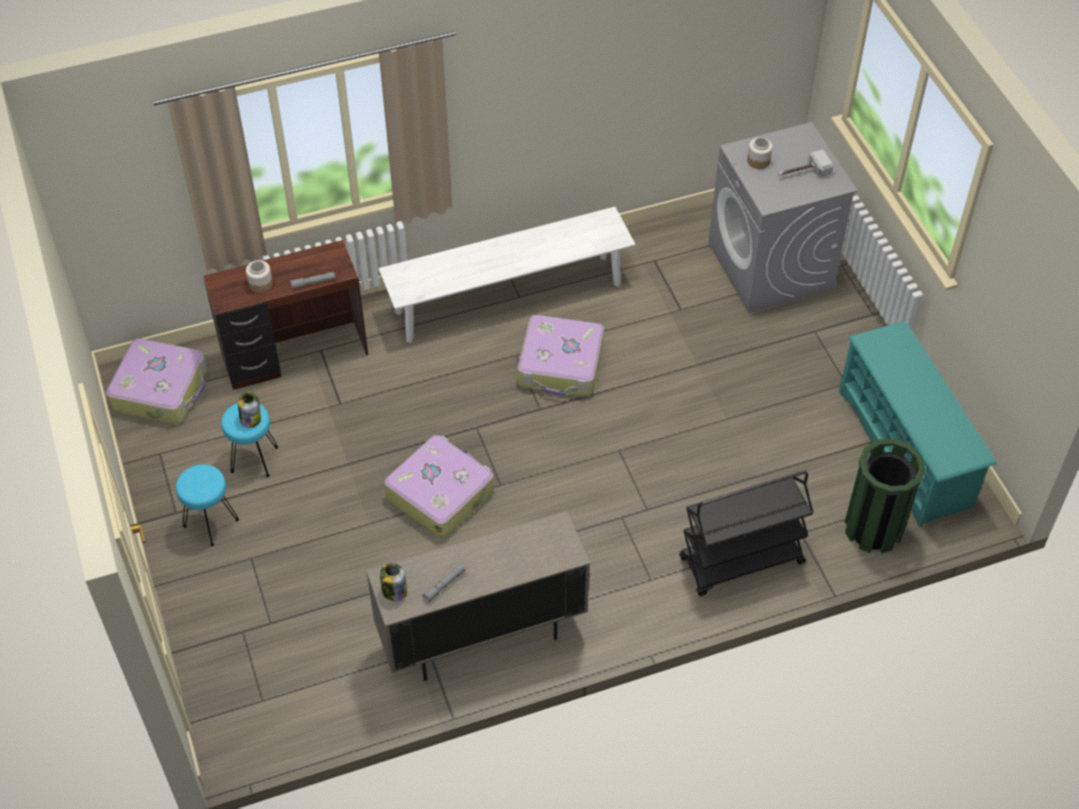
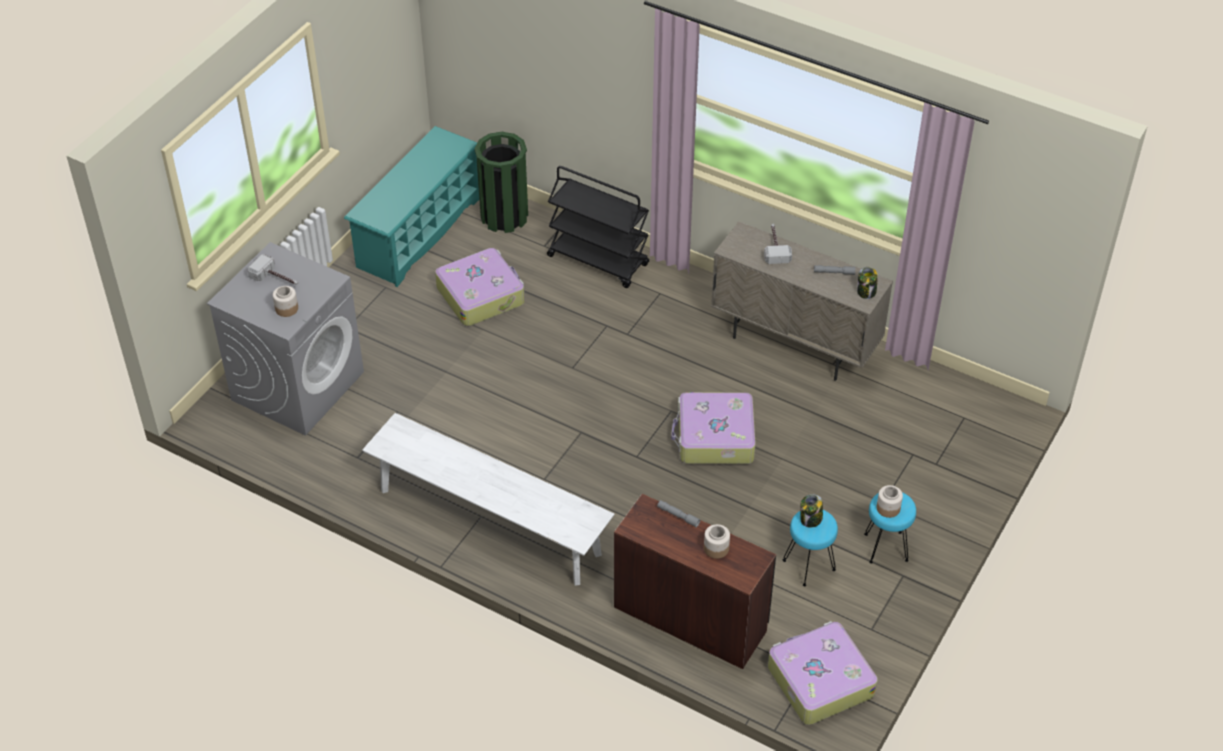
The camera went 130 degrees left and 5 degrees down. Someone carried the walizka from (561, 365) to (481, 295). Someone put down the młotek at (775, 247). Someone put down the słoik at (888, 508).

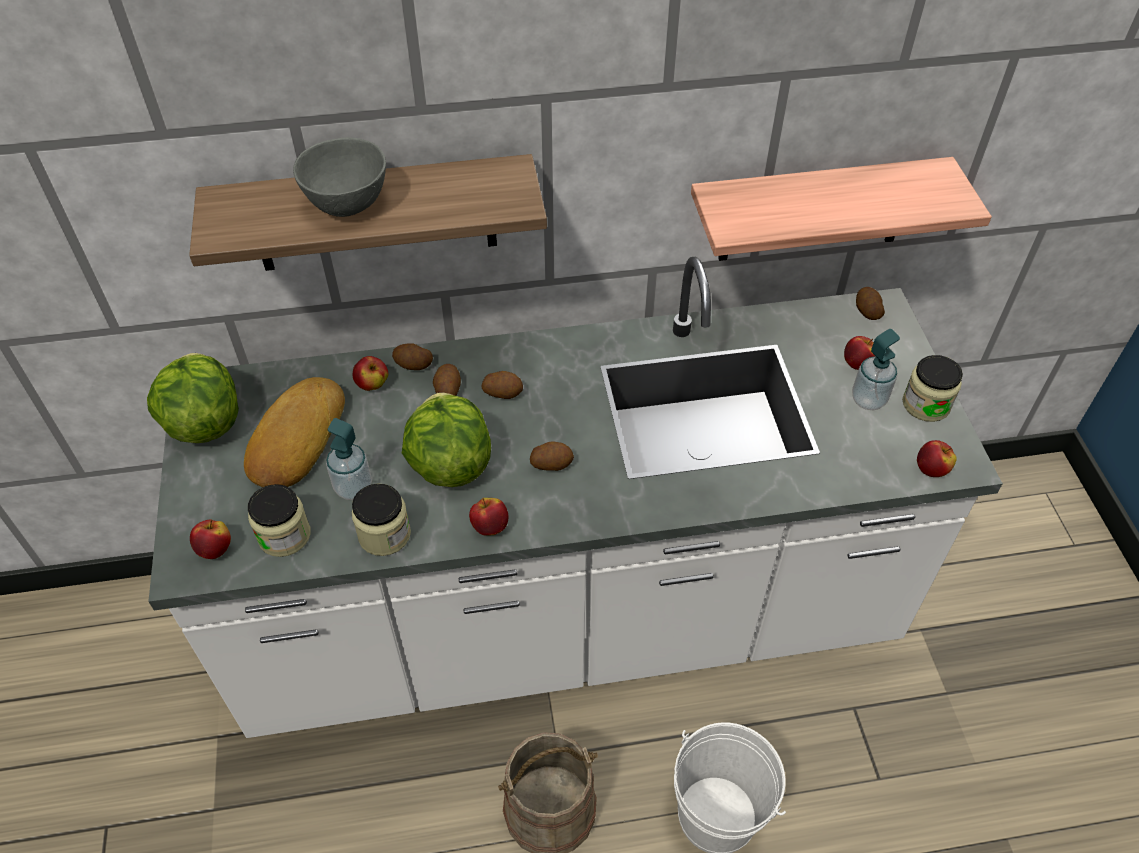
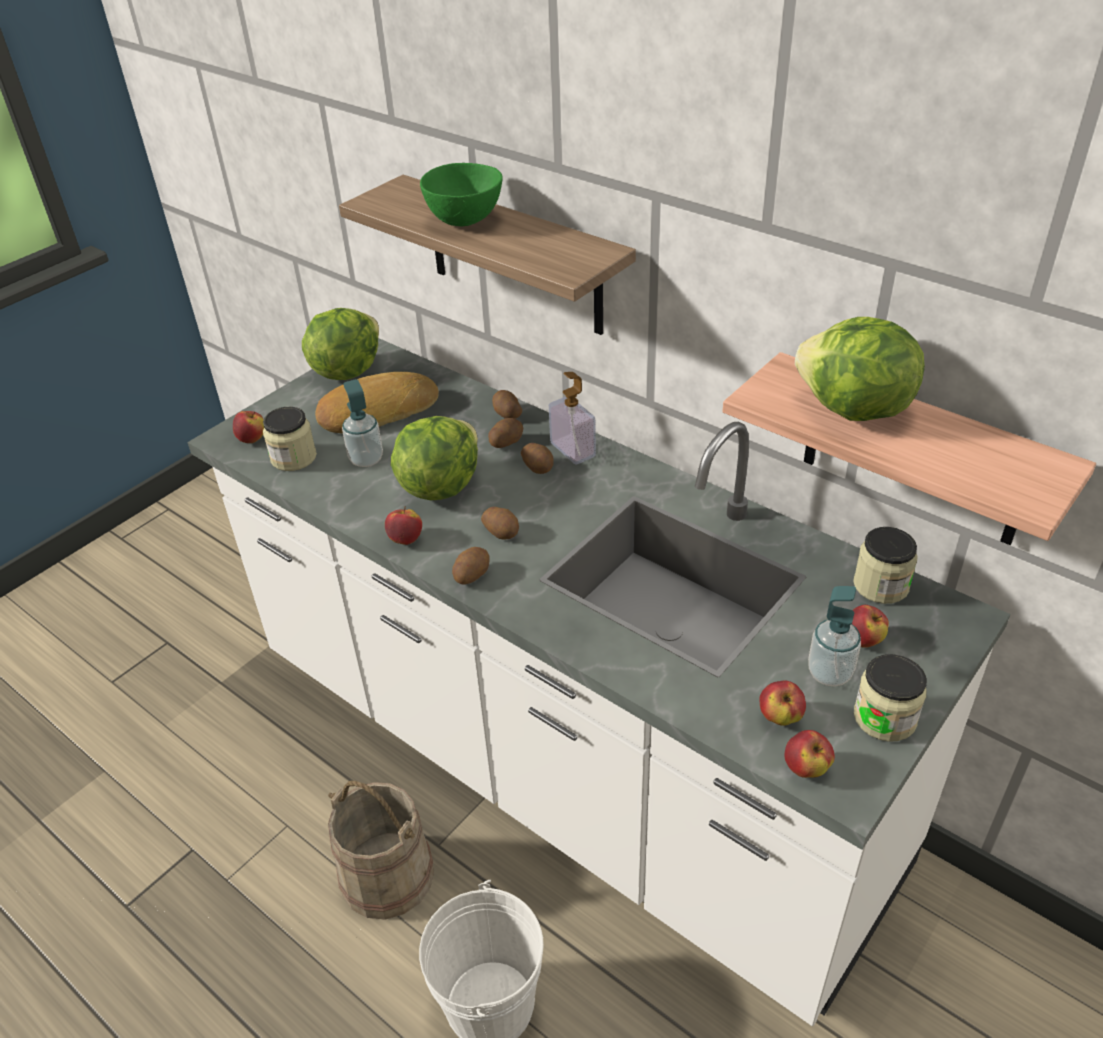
The camera went 50 degrees right and 10 degrees down. Someone repainted the miska/szary at (348, 203), which became the miska/zielony at (466, 220). Someone carried the ziemniak from (866, 311) to (471, 574). Someone carried the jabłko from (372, 385) to (780, 717). Someone carried the słoik from (384, 534) to (881, 585). Someone put down the sałata at (853, 410). Someone put down the dozownik mydła at (572, 450).

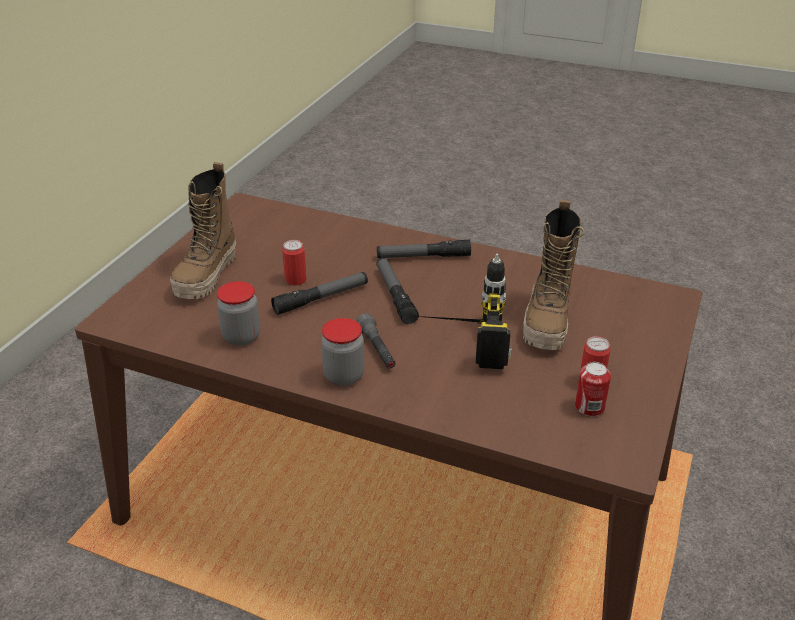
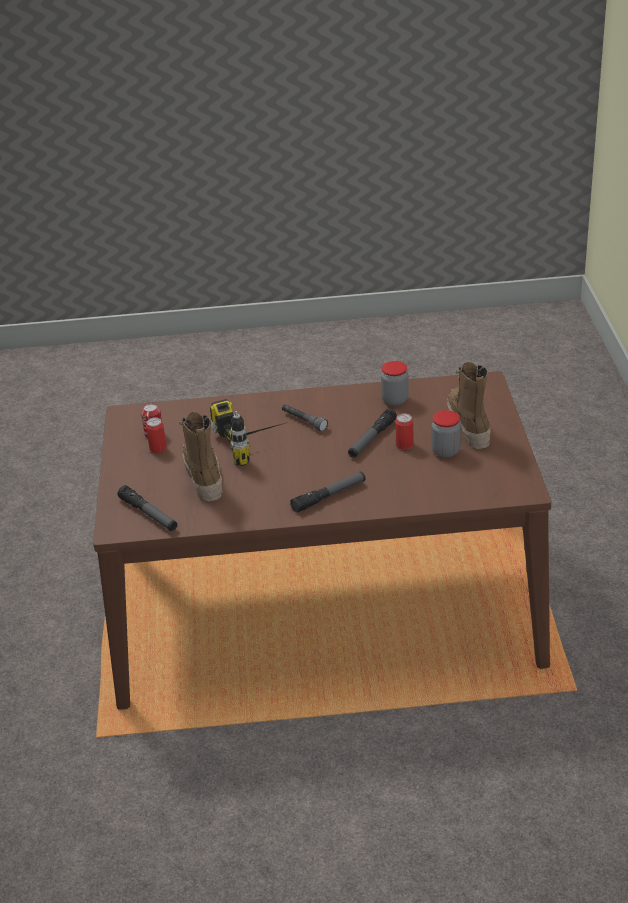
The camera went 155 degrees right and 0 degrees up. Someone carried the latarka from (395, 295) to (148, 514). Someone carried the słoik from (344, 376) to (446, 451).

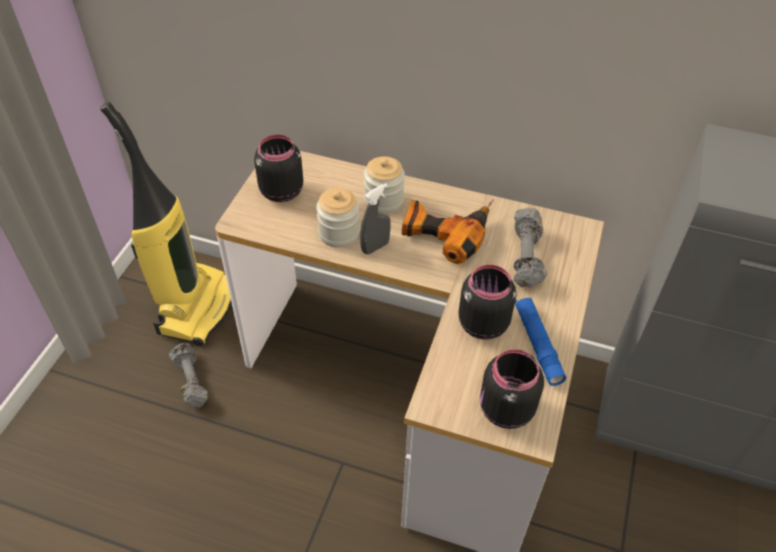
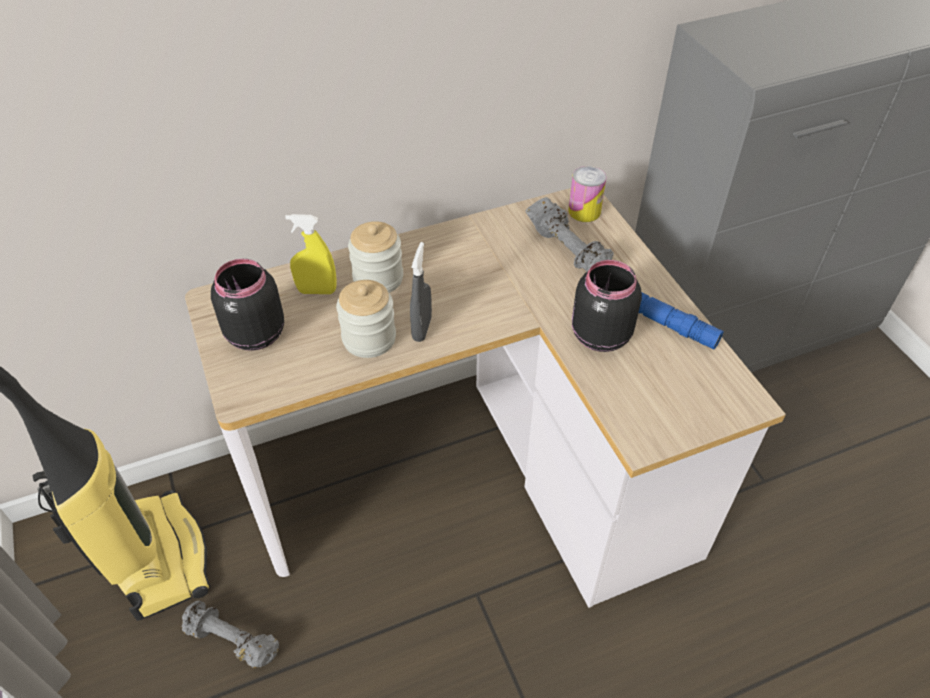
The camera went 40 degrees left and 0 degrees up. Someone took away the wiertarka at (445, 231). Someone took away the słoik/czarny at (504, 410). Someone put down the puszka at (584, 211). Someone put down the spryskiwacz/żółty at (317, 291).

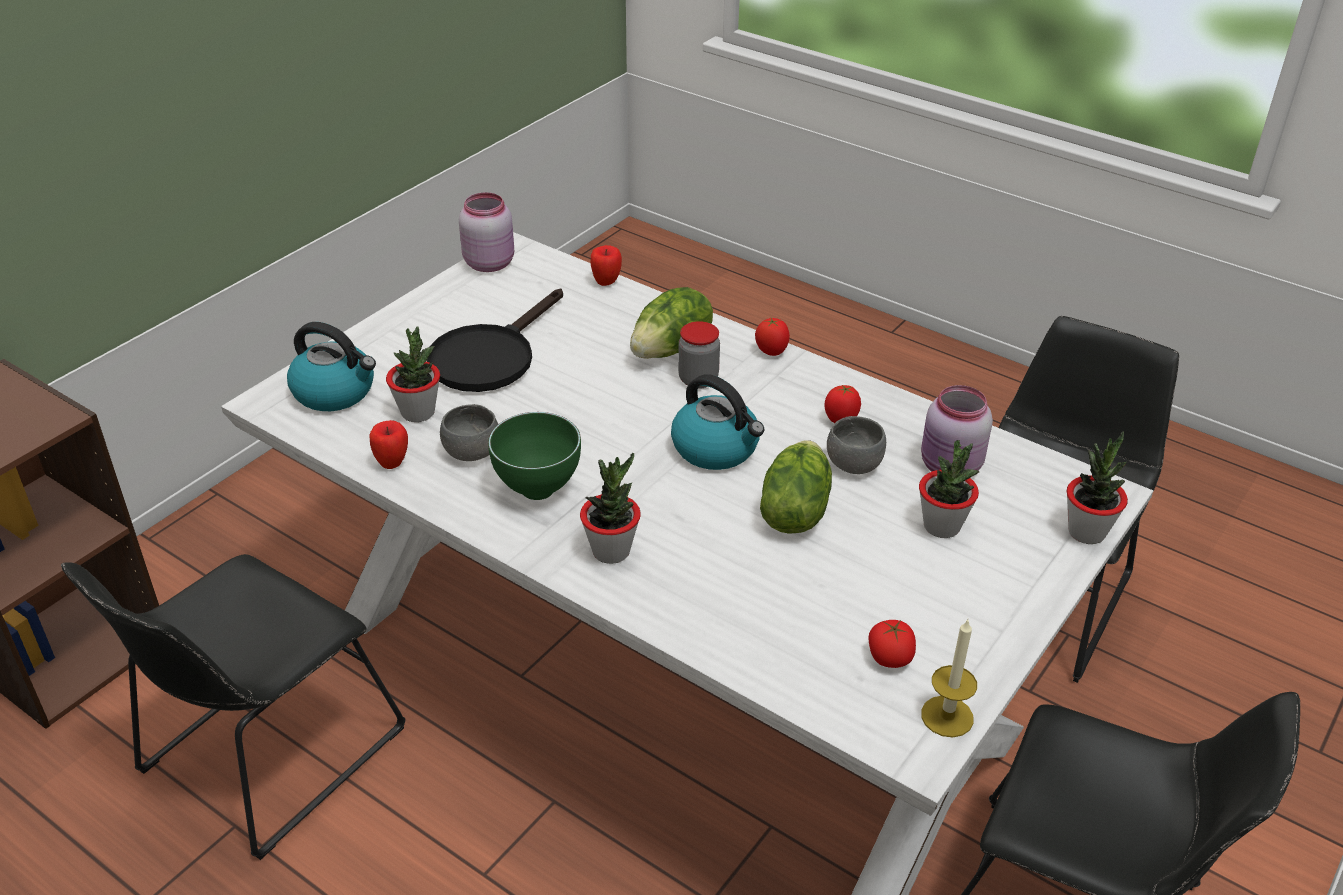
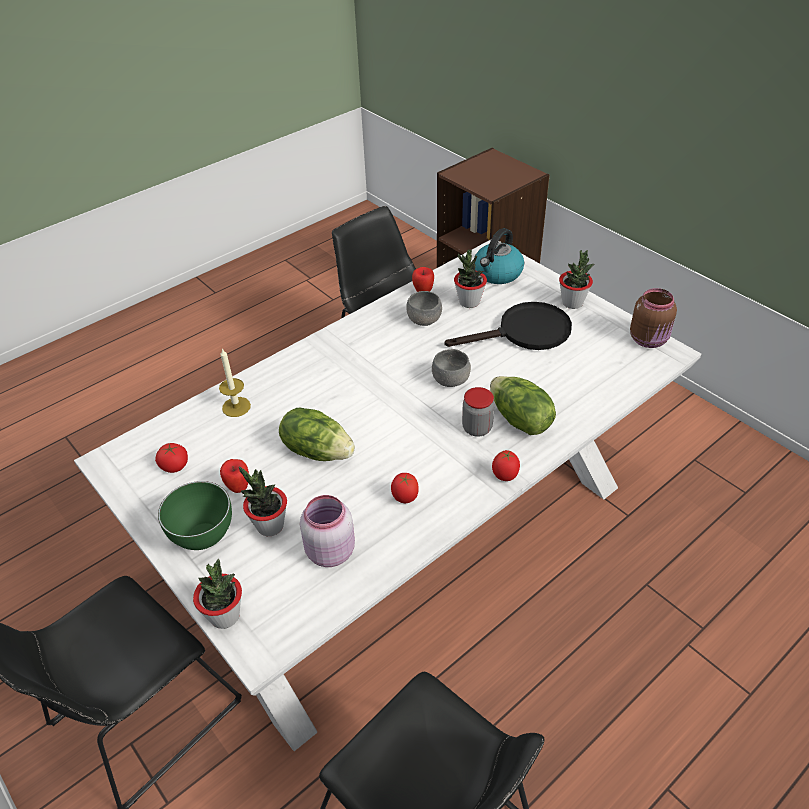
The camera went 105 degrees right and 5 degrees up. Someone repainted the słoik/różowy at (489, 263), which became the słoik/brązowy at (649, 340). Someone carried the jabłko from (606, 283) to (238, 488). Someone rotated the patelnia/czarny at (490, 356) by 120 degrees clockwise. Someone took away the czajnik at (716, 448). Someone carried the miska/zielony from (536, 491) to (204, 538). Someone carried the miska/szary from (853, 464) to (451, 380). Someone carried the roślina doniczkowa from (611, 551) to (572, 303). Someone carried the świeca from (947, 716) to (236, 407).

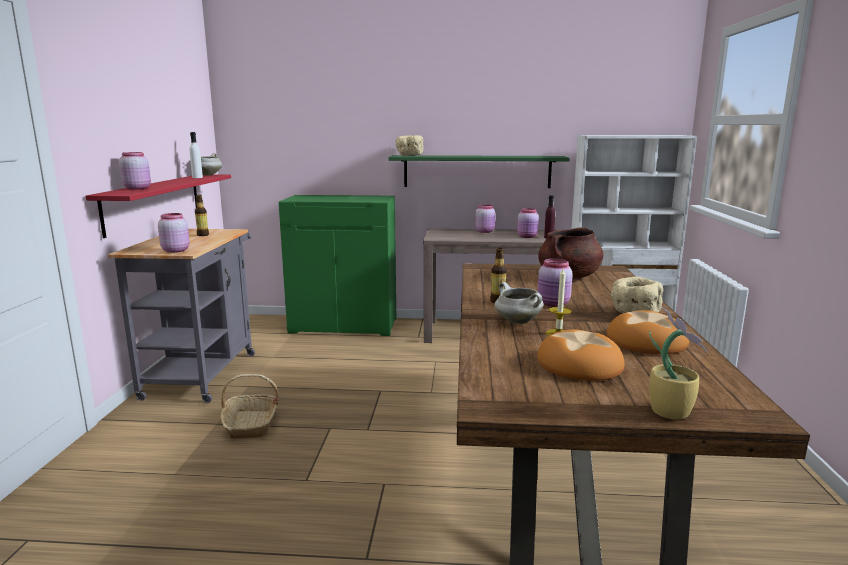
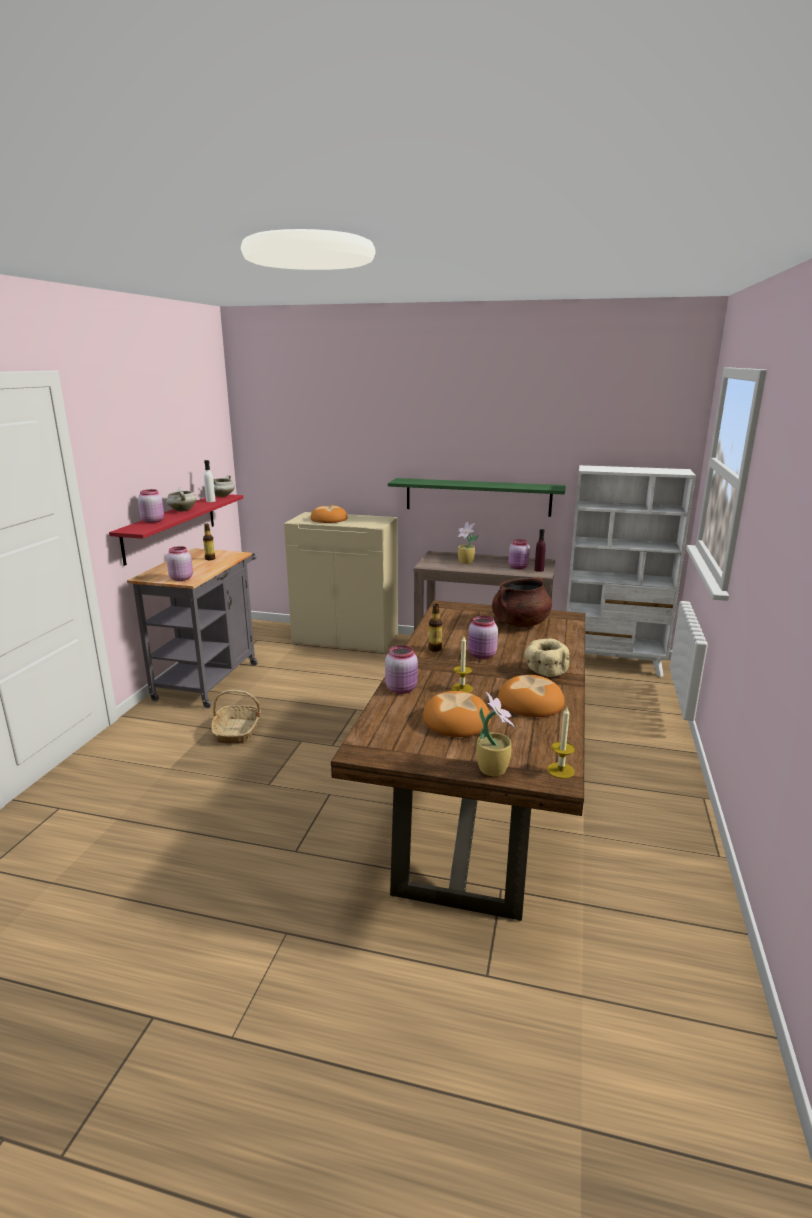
The camera went 10 degrees right and 5 degrees up. Someone took away the miska/beżowy at (409, 155). Someone repainted the szafka/zielony at (344, 325), which became the szafka/beżowy at (346, 638). Someone carried the słoik/różowy from (485, 231) to (402, 689). Someone carried the garnek/biały from (517, 321) to (182, 510). Someone put down the chleb at (329, 519). Someone put down the roślina doniczkowa at (466, 562). Someone put down the świeca at (560, 770).

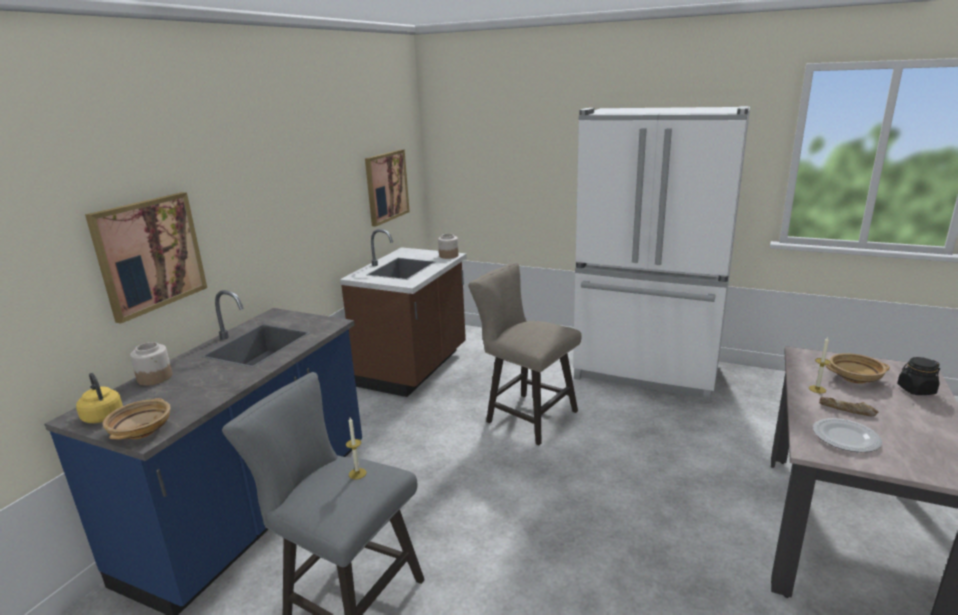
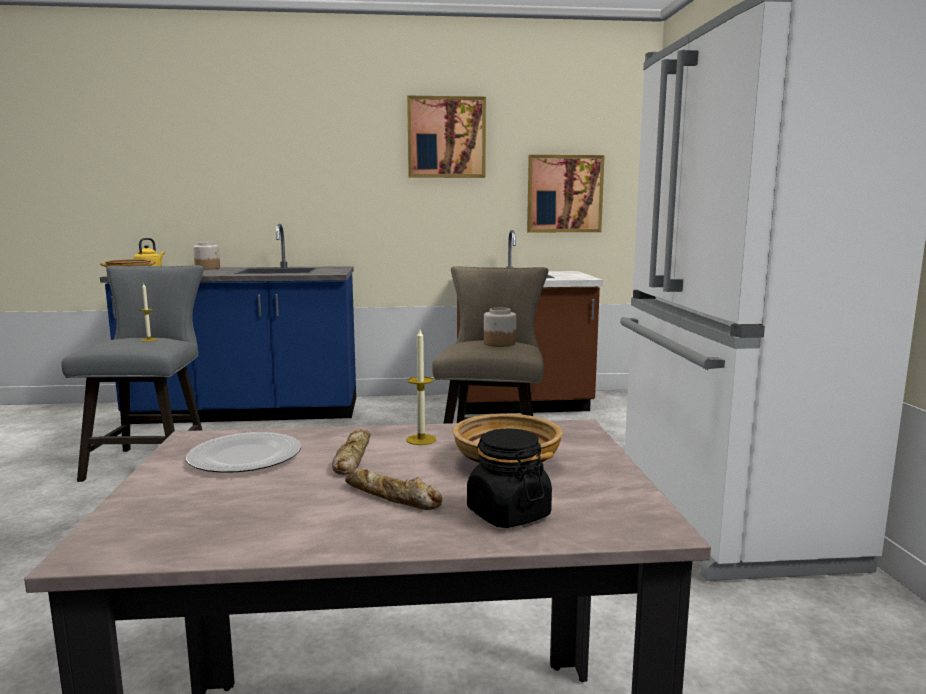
The camera went 60 degrees right and 10 degrees down. Someone carried the obraz from (149, 254) to (446, 137). Someone carried the słoik from (448, 256) to (499, 343). Someone put down the chleb at (392, 497).

